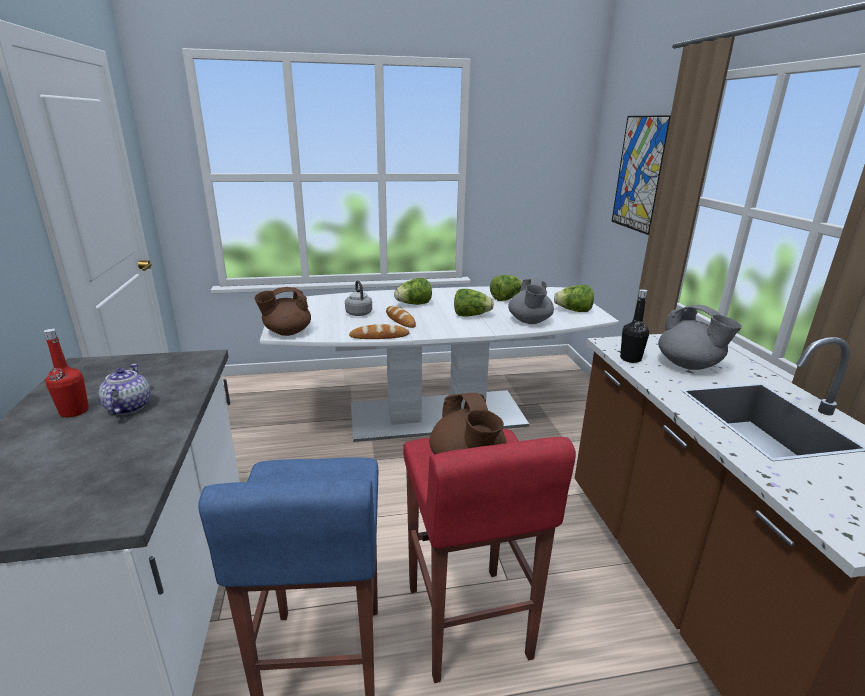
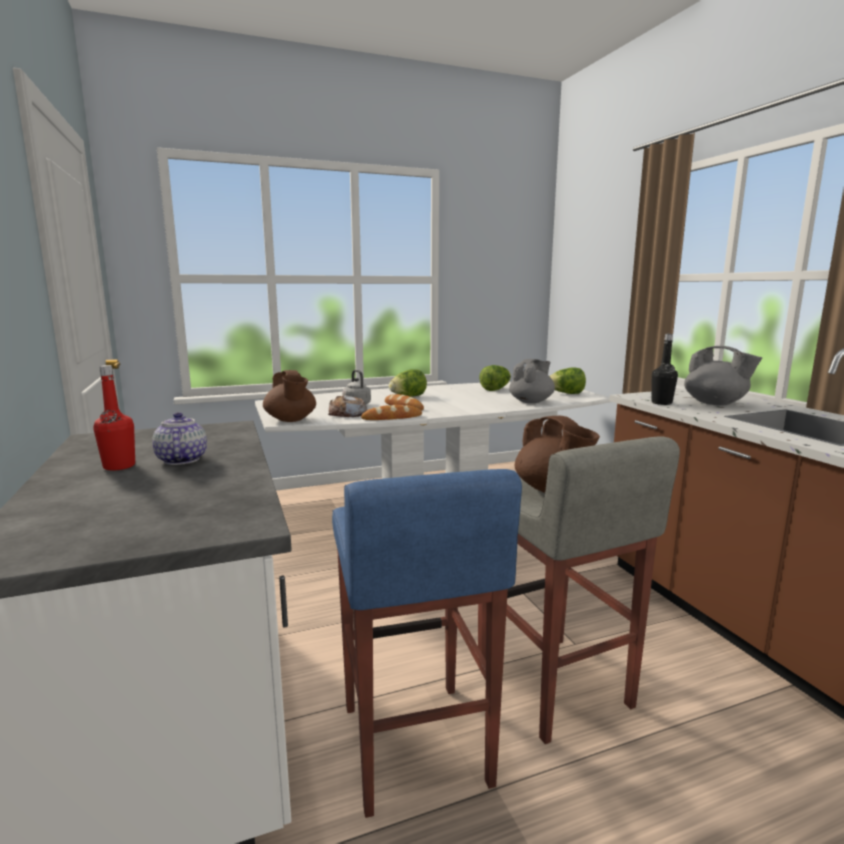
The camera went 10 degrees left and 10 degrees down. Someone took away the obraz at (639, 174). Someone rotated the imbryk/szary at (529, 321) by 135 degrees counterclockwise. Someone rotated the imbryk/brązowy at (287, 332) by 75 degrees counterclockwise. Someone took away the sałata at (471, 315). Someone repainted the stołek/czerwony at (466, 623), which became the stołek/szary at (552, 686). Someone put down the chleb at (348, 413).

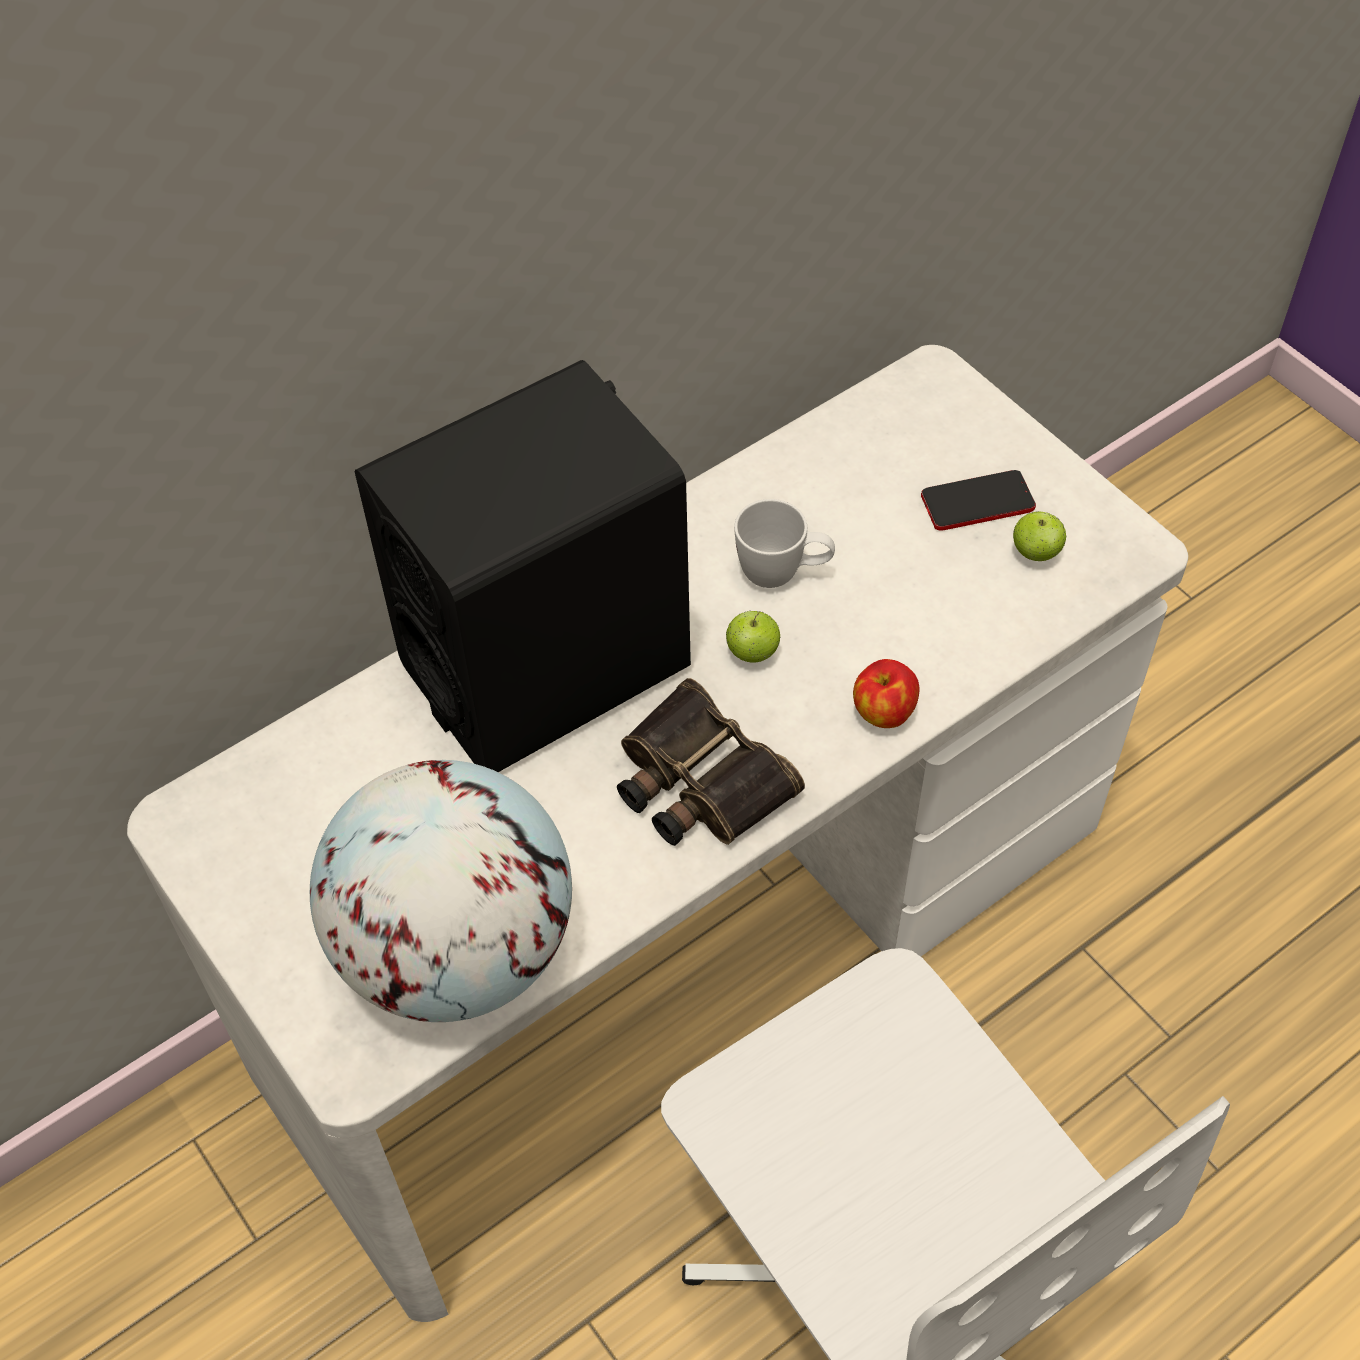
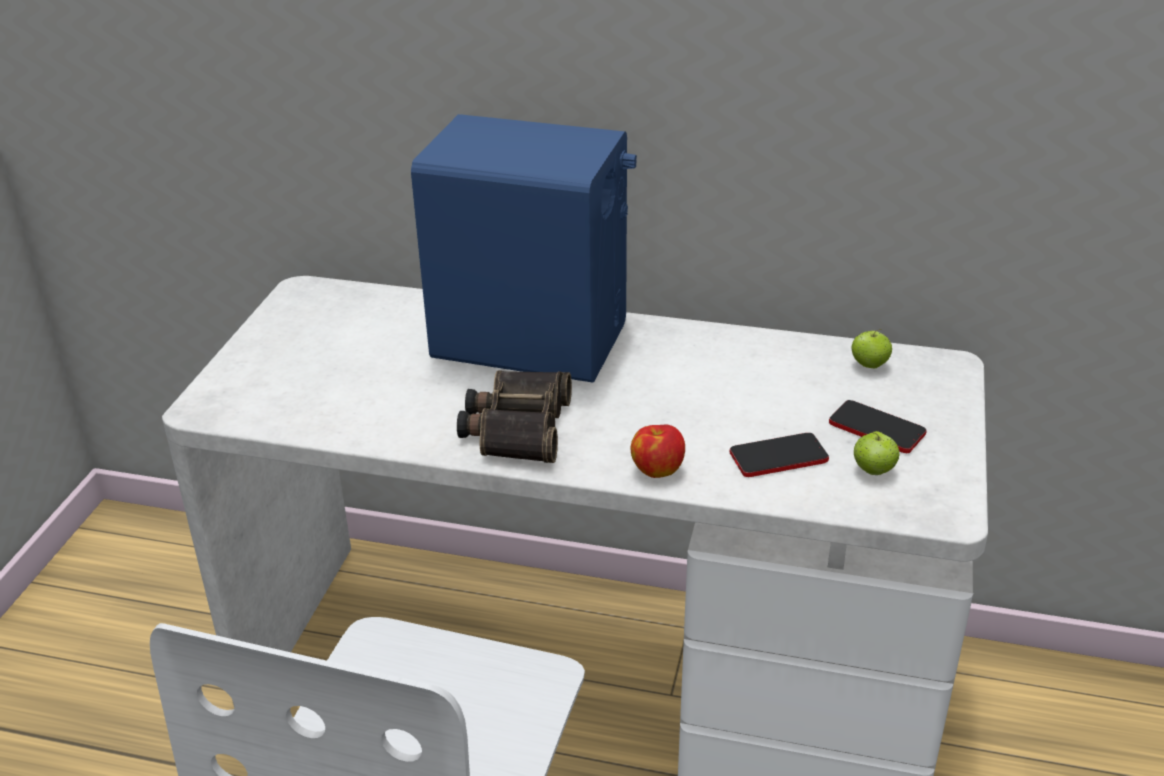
The camera went 50 degrees right and 20 degrees down. Someone repainted the głośnik/czarny at (546, 665), which became the głośnik/niebieski at (531, 340). Someone took away the kubek/biały at (783, 574). Someone carried the jabłko from (752, 652) to (869, 365). Someone took away the globus at (456, 950). Someone put down the telefon at (778, 457).

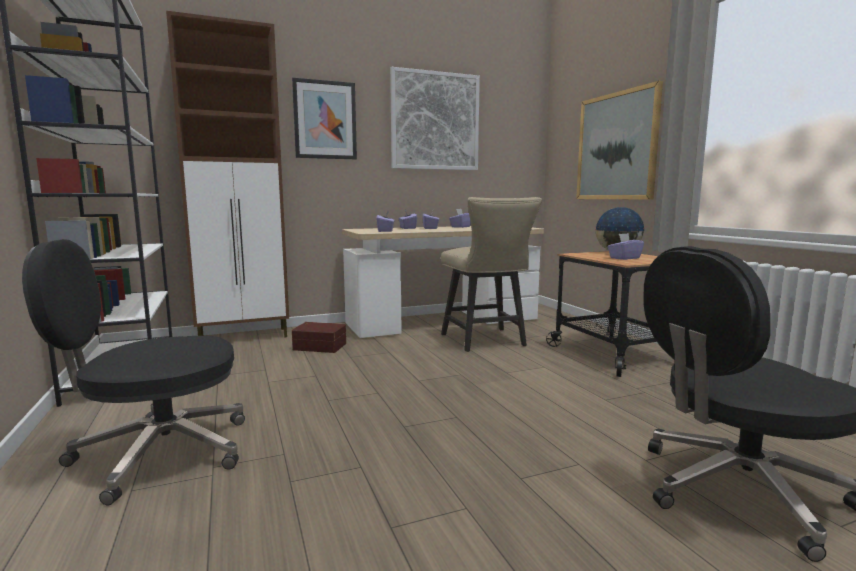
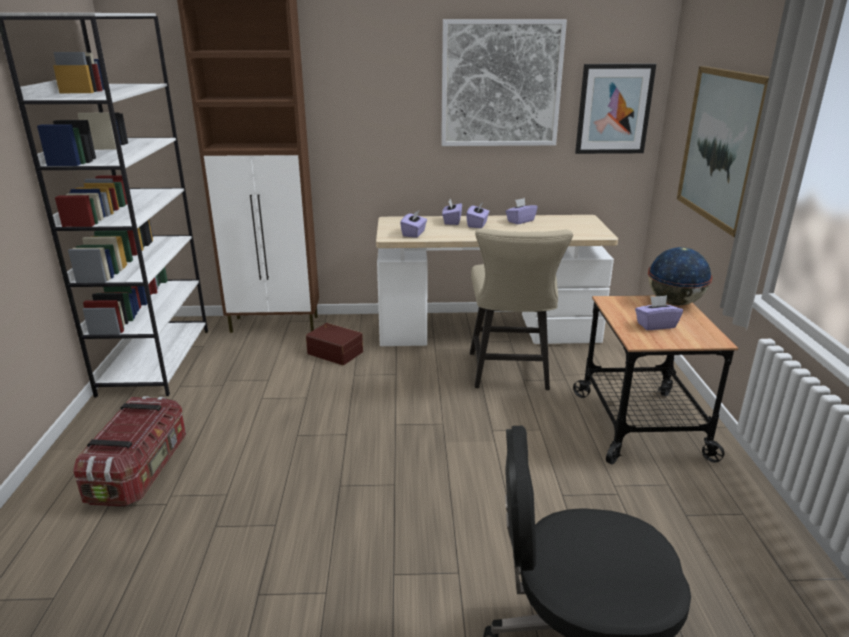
The camera went 20 degrees right and 15 degrees up. Someone carried the obraz from (325, 120) to (614, 109). Someone swapped the krzesło biurowe/czarny at (159, 453) for the pojemnik do przechowywania at (141, 470).

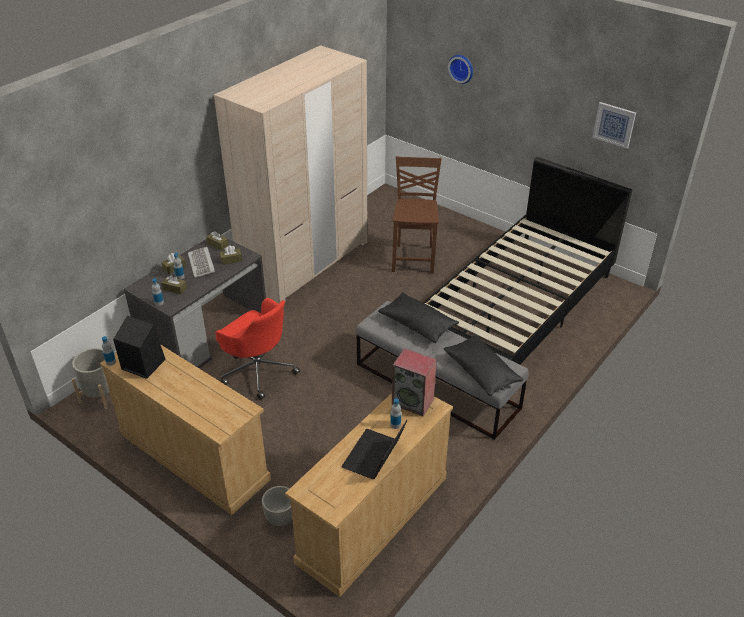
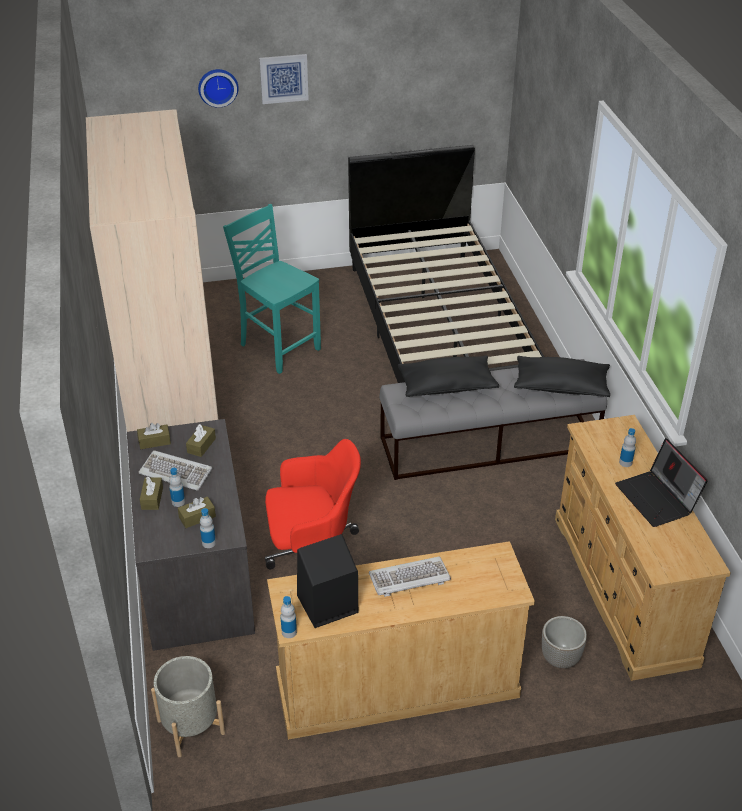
The camera went 50 degrees left and 0 degrees up. Someone carried the obraz from (614, 124) to (284, 78). Someone repainted the krzesło/brązowy at (414, 258), which became the krzesło/turkusowy at (278, 347). Someone took away the głośnik at (413, 401). Someone put down the klawiatura at (409, 579).

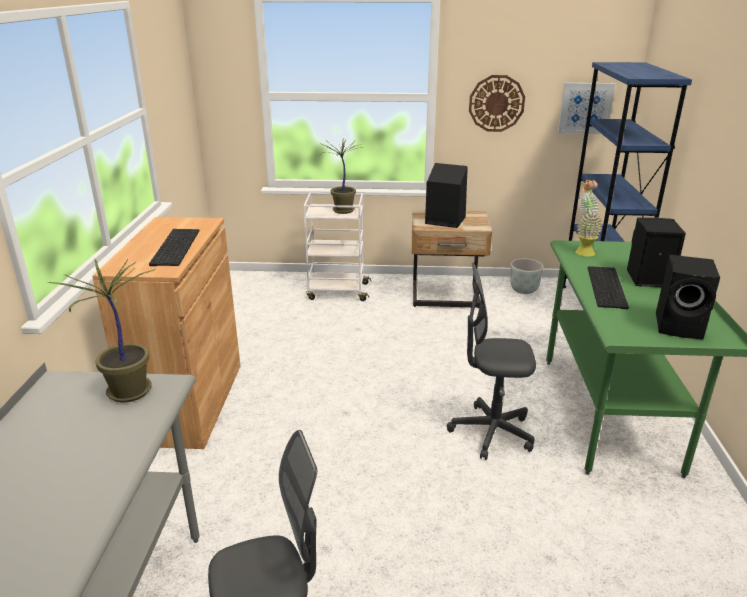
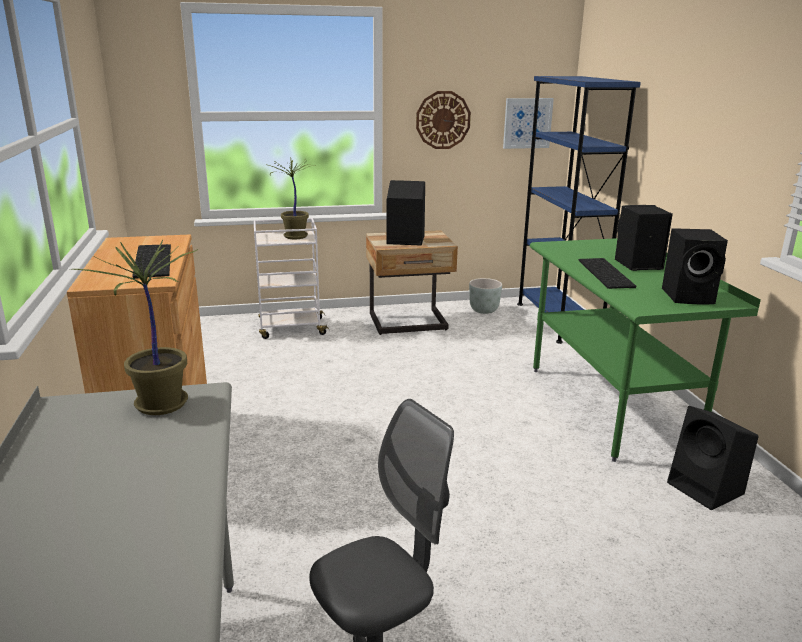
The camera went 15 degrees left and 5 degrees down. Someone took away the roślina doniczkowa at (583, 250). Someone took away the krzesło biurowe/szary at (491, 432). Someone put down the głośnik/czarny at (707, 489).

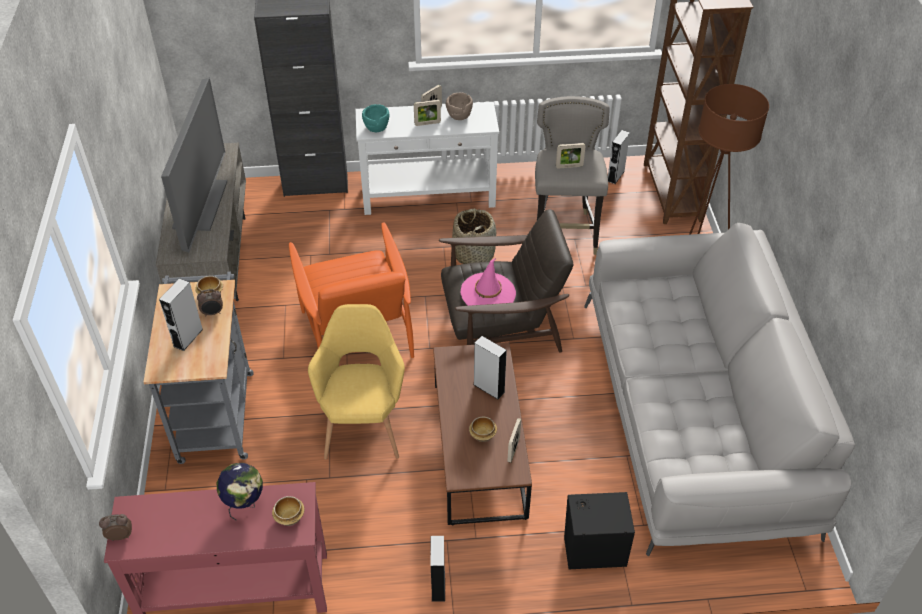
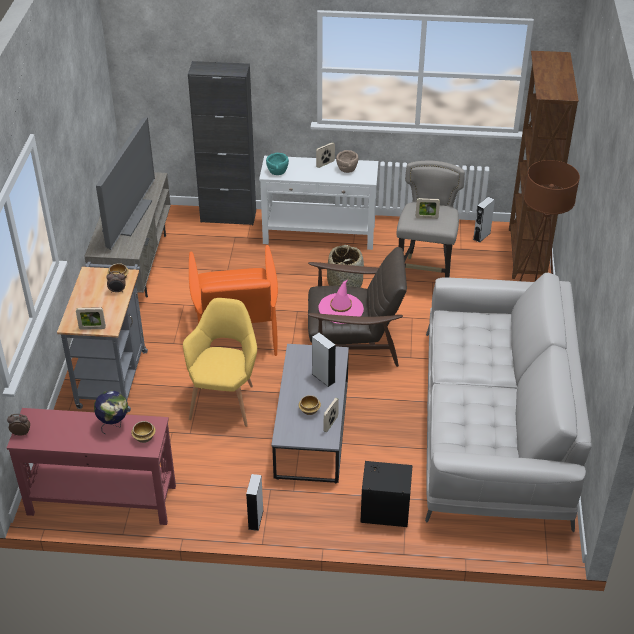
The camera went 10 degrees right and 5 degrees down. Someone carried the ramka na zdjęcie from (427, 123) to (92, 328). Someone took away the głośnik/szary at (188, 337). Someone repainted the ława/brązowy at (478, 449), which became the ława/szary at (311, 429).

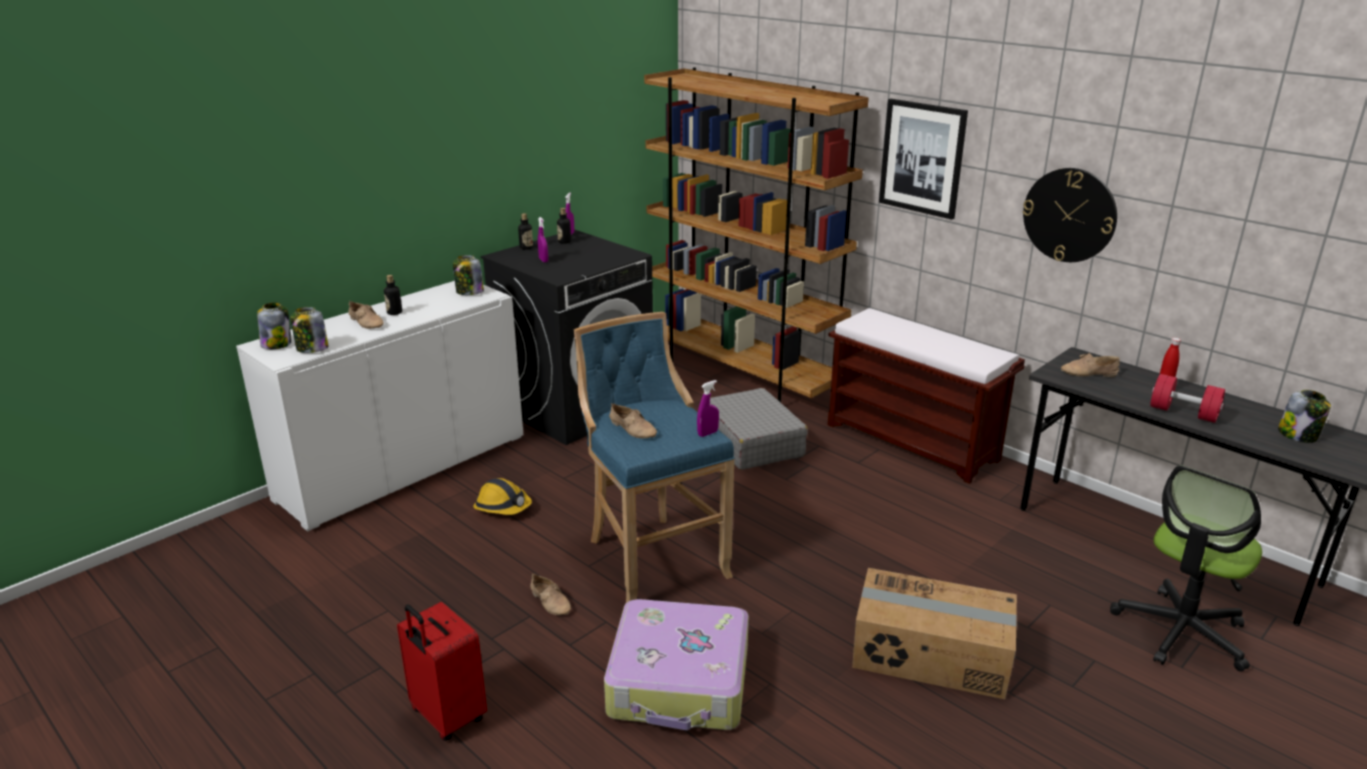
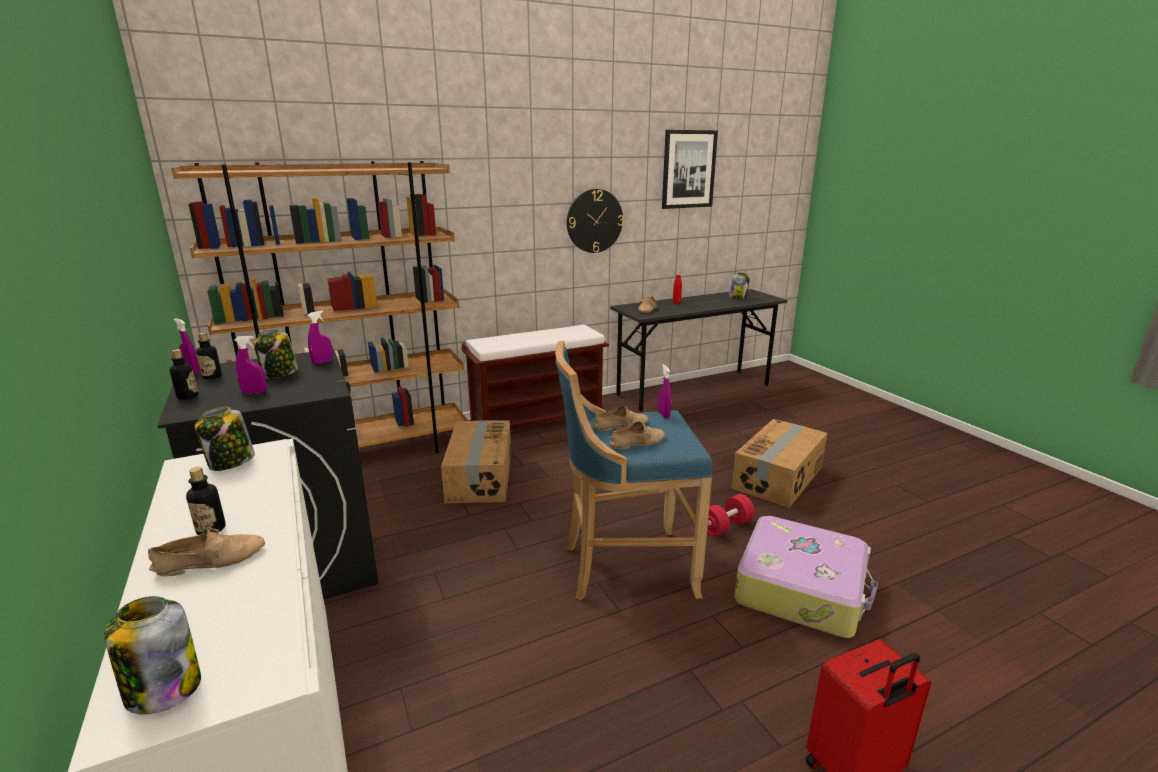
The camera went 70 degrees left and 5 degrees down. Someone carried the obraz from (922, 158) to (688, 169). Someone carried the słoik from (312, 349) to (279, 374). Someone carried the hantel/czerwony from (1183, 413) to (726, 526). Someone swapped the walizka/szary at (751, 442) for the karton at (479, 477). Someone took away the krzesło biurowe at (1181, 631). Someone took away the kask at (503, 507). Someone carried the but/beżowy from (551, 601) to (620, 425). Someone put down the spryskiwacz/fioletowy at (322, 362).

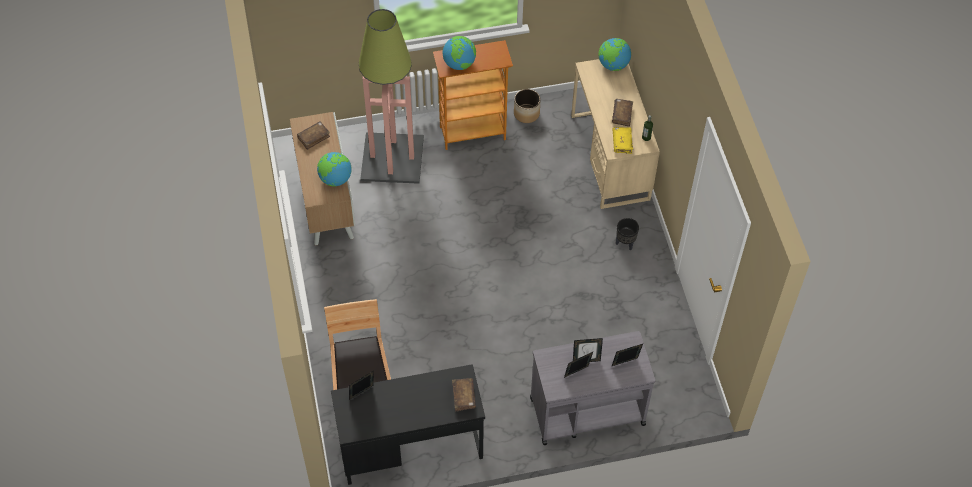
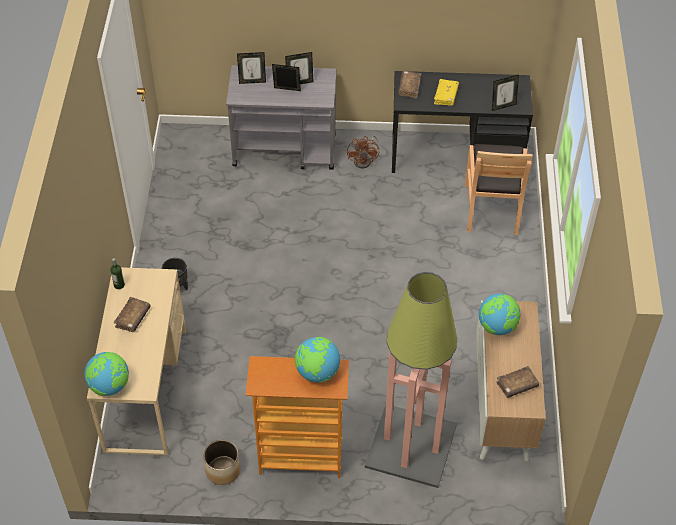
The camera went 165 degrees left and 5 degrees down. Someone carried the książka/żółty from (622, 142) to (446, 96). Someone put down the wentylator/brązowy at (365, 160).

